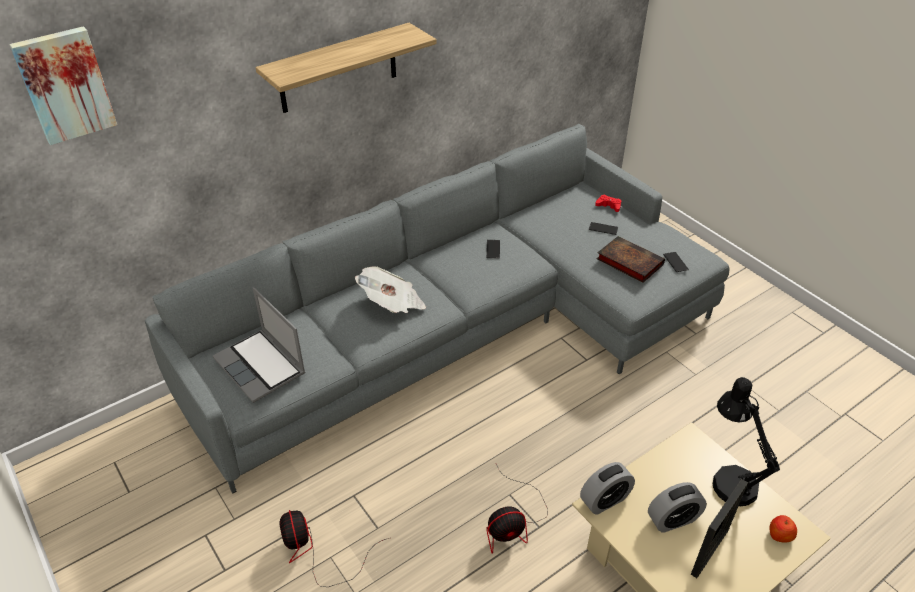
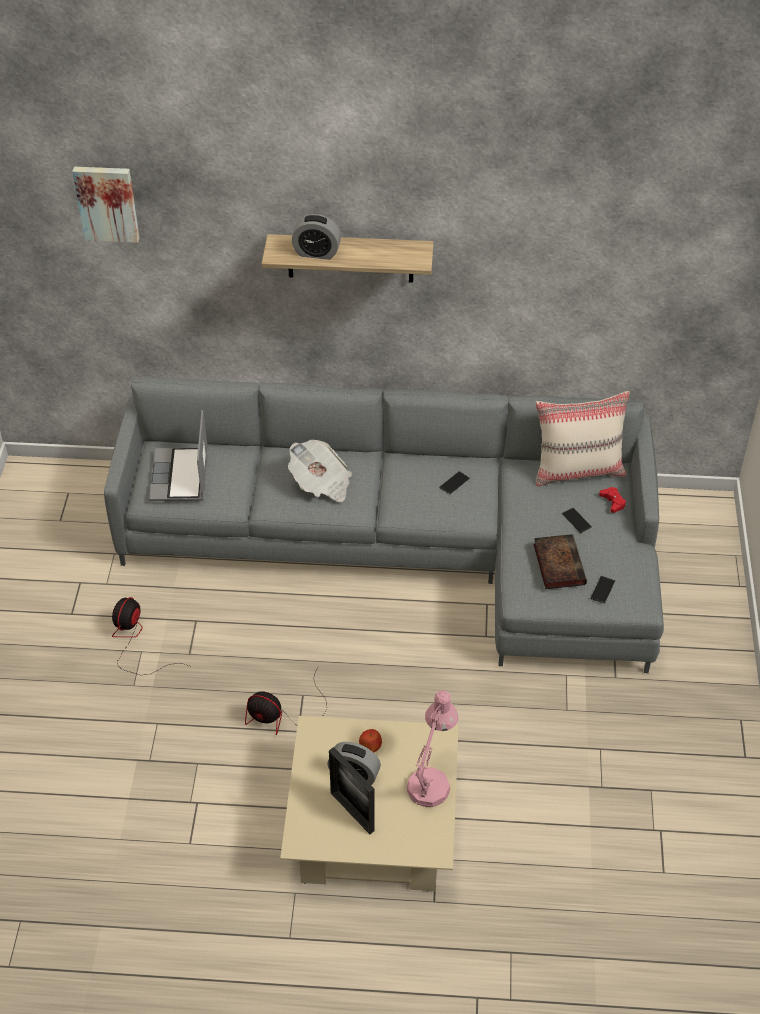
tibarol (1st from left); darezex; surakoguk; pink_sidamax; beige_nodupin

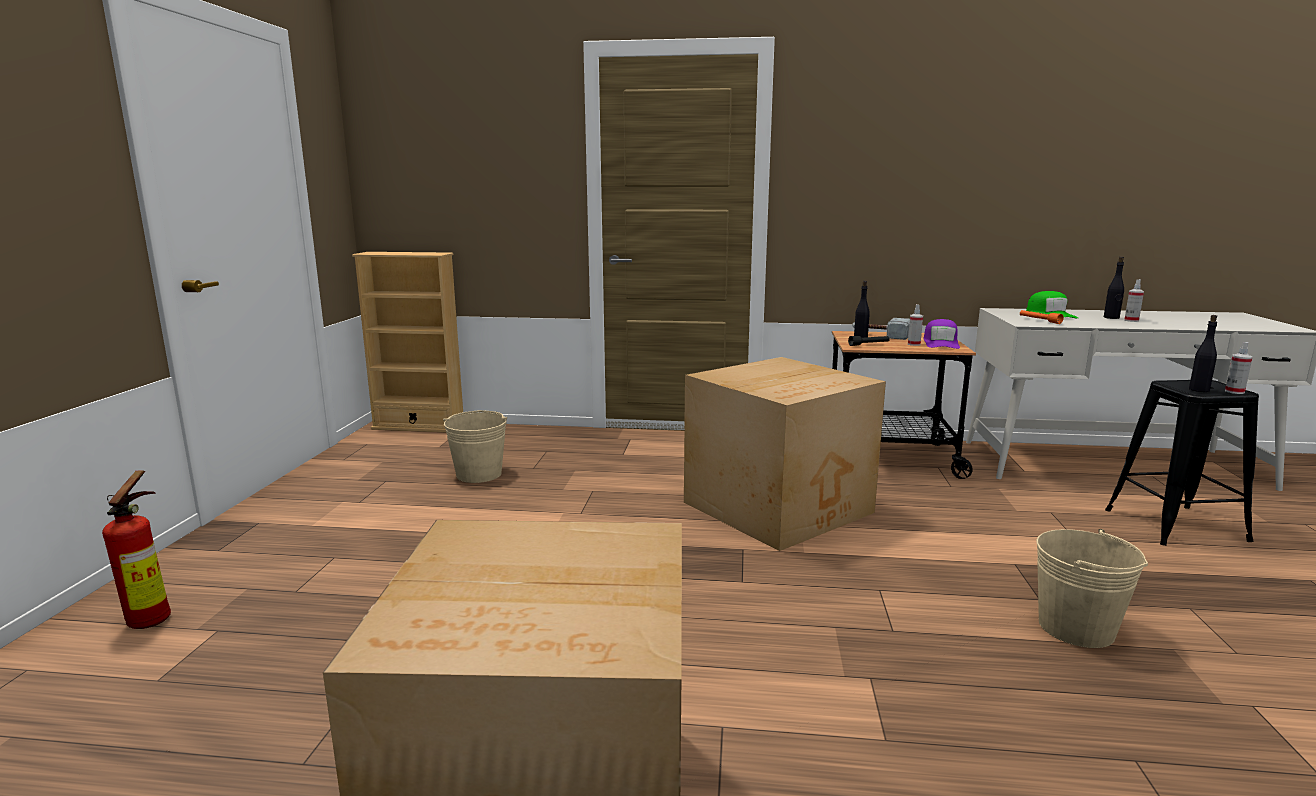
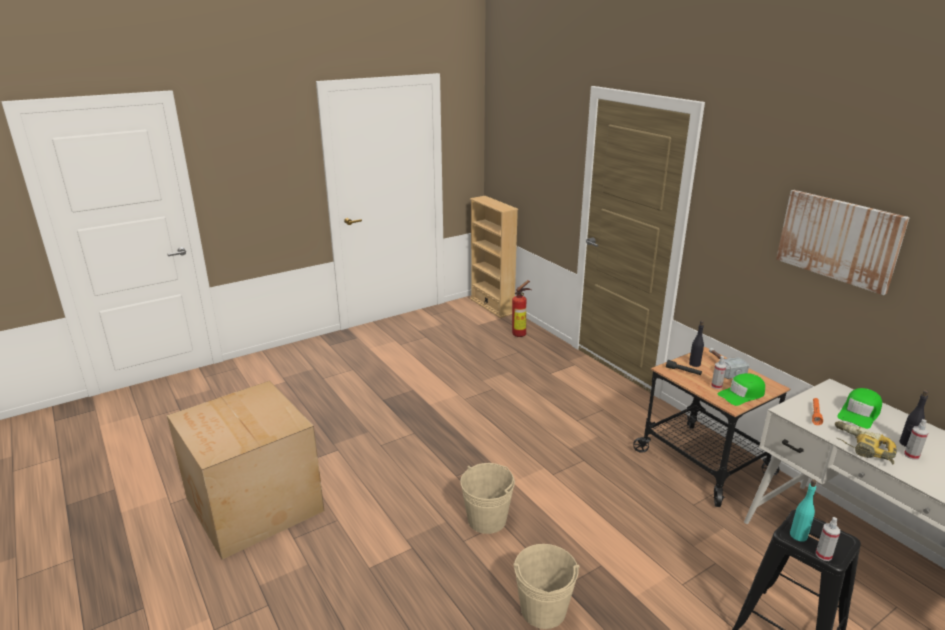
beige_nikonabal (1st from left); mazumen; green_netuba (1st from left); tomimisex; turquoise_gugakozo; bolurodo; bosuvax (2nd from left in the first image)

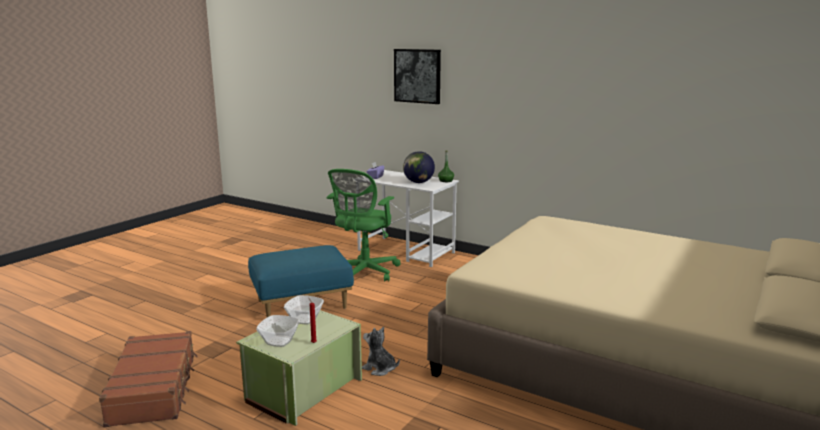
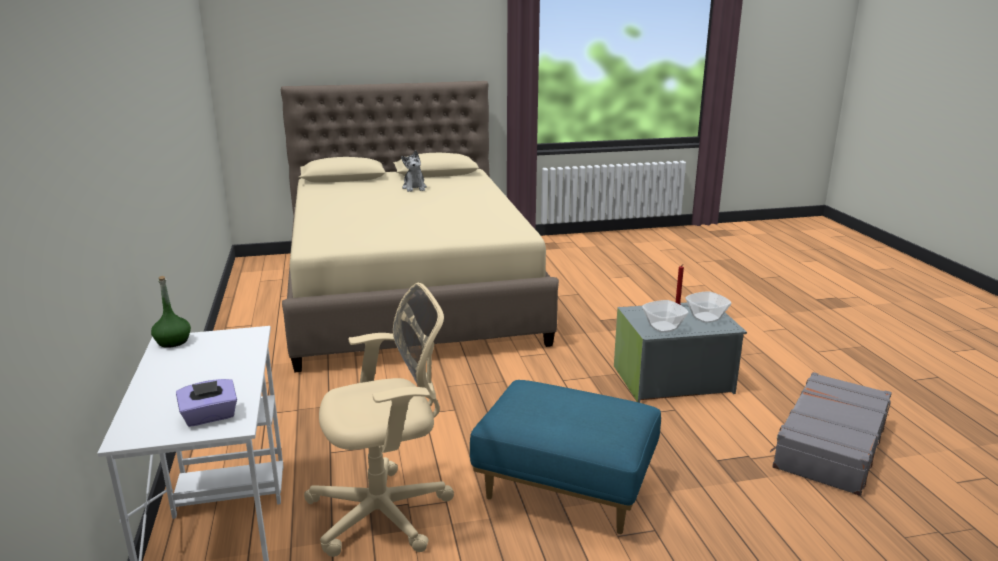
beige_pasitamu; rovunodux; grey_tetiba; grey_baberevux; tomimisex; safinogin

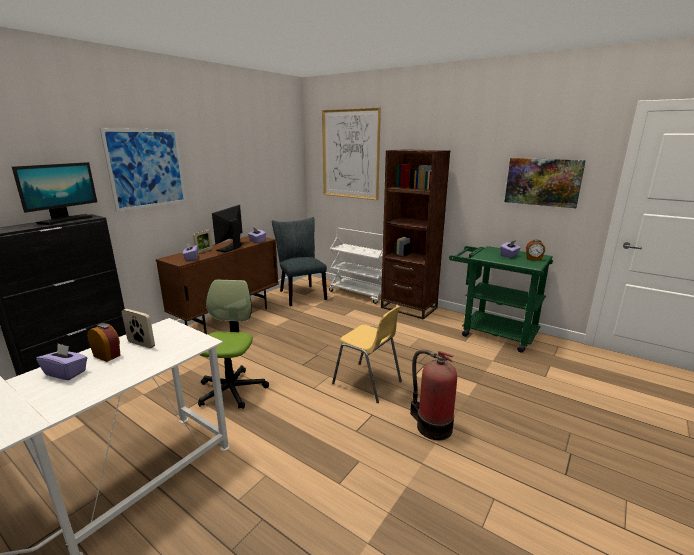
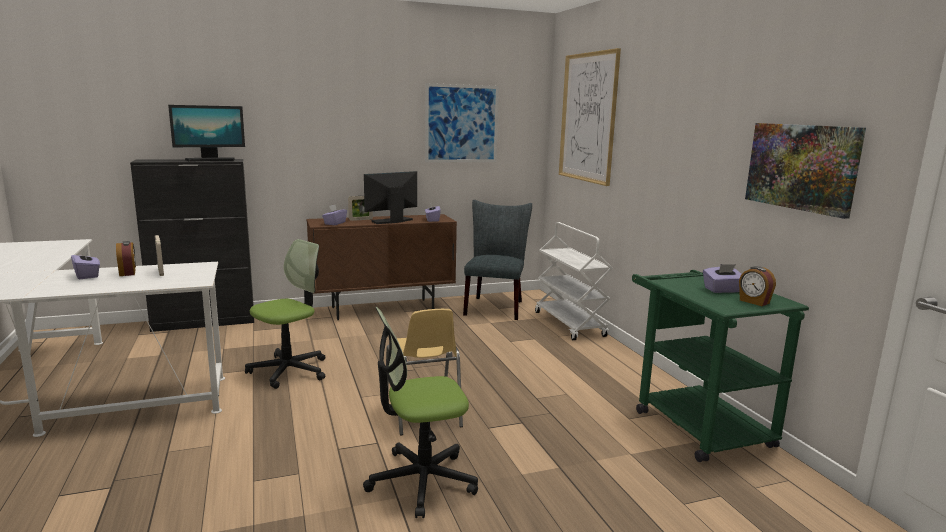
pasitamu (2nd from left); tomimisex (1st from left); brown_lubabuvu

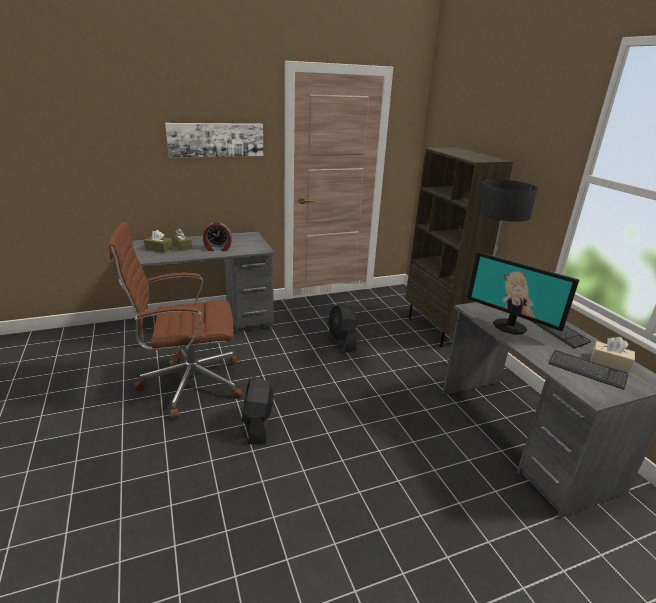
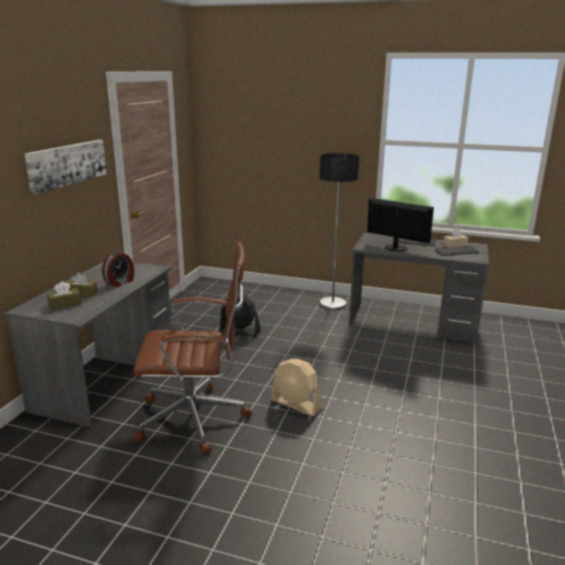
brown_pasitamu; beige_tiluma; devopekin; brown_lubabuvu

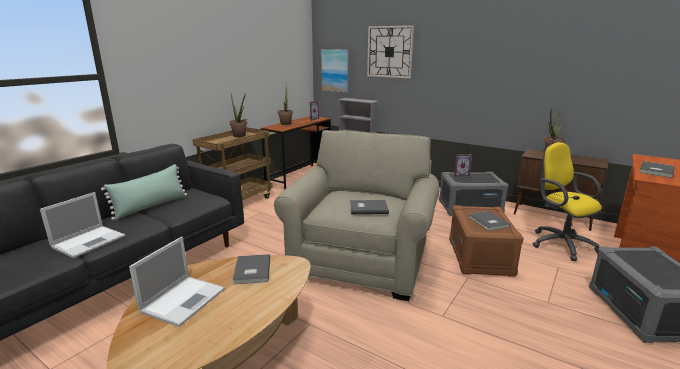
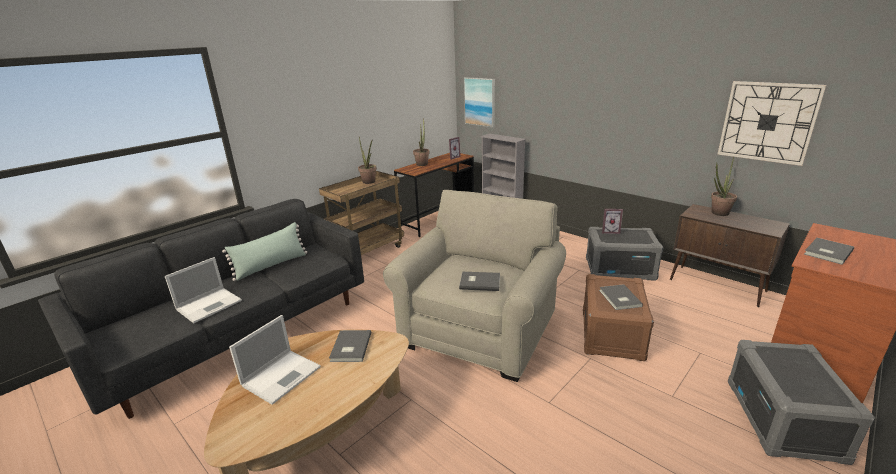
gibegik; yellow_pasitamu

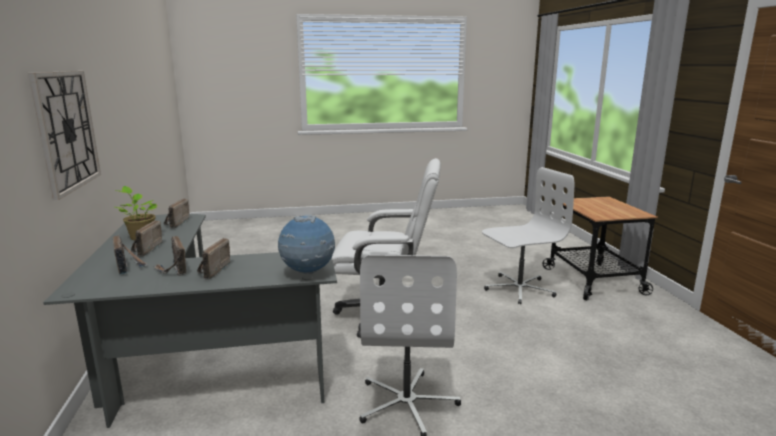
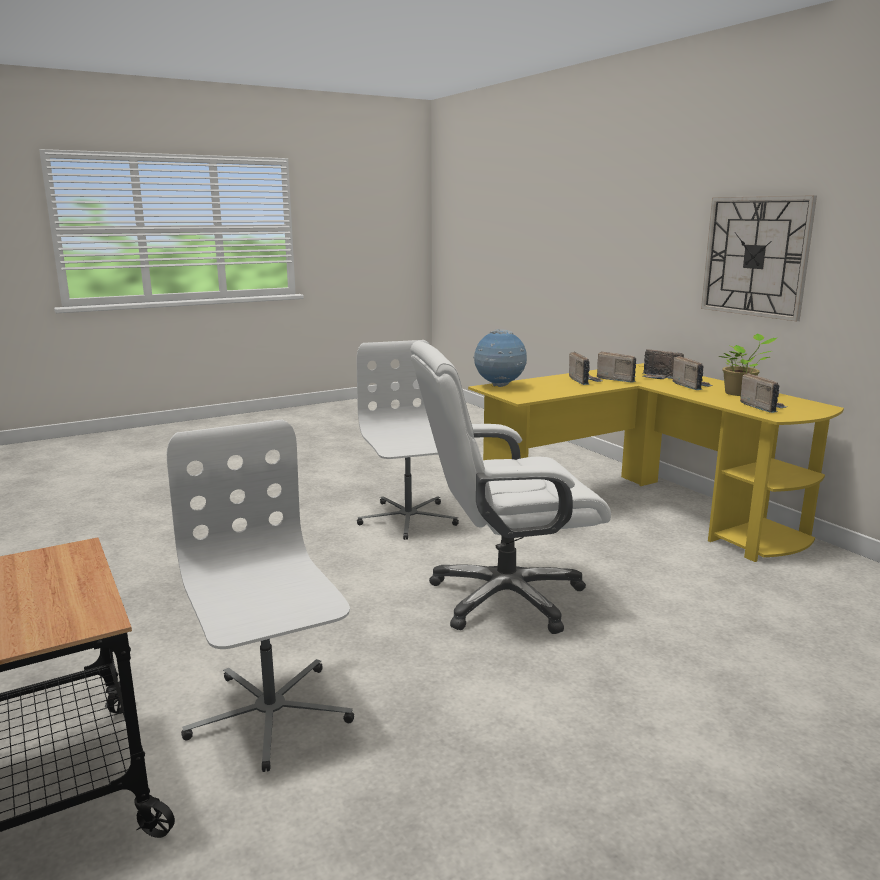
white_pasitamu (1st from left); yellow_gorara

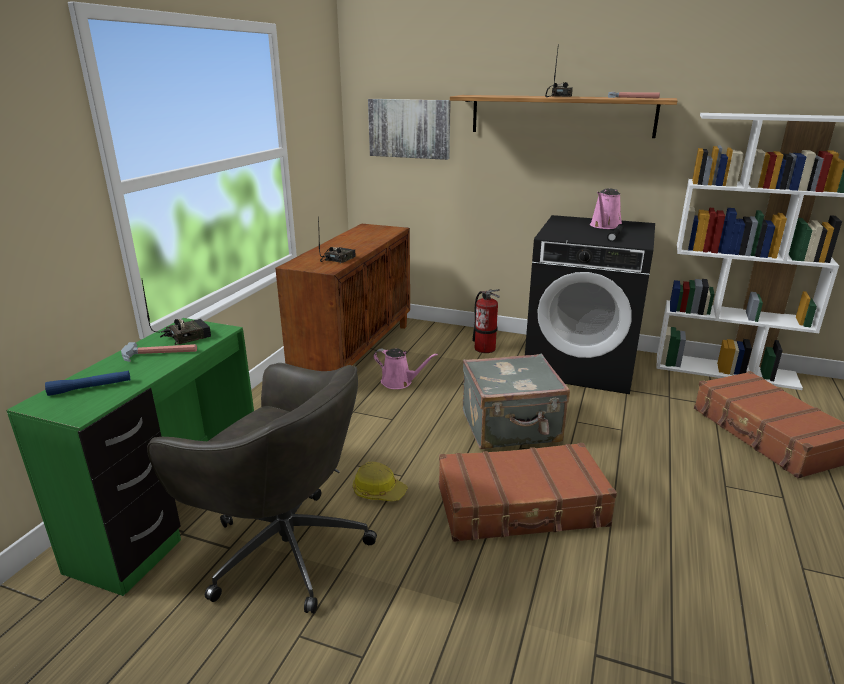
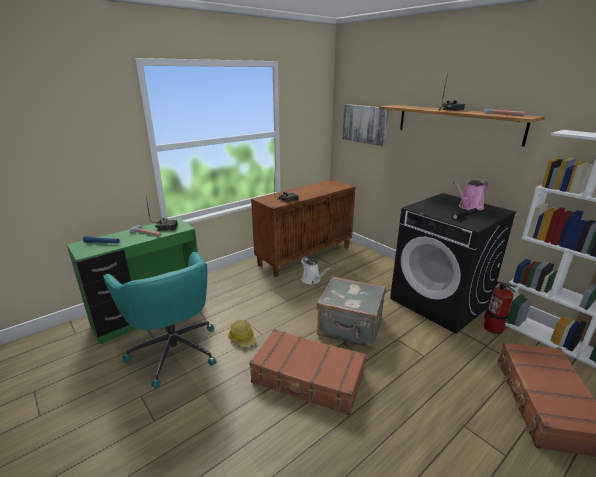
turquoise_pasitamu; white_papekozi; mazumen

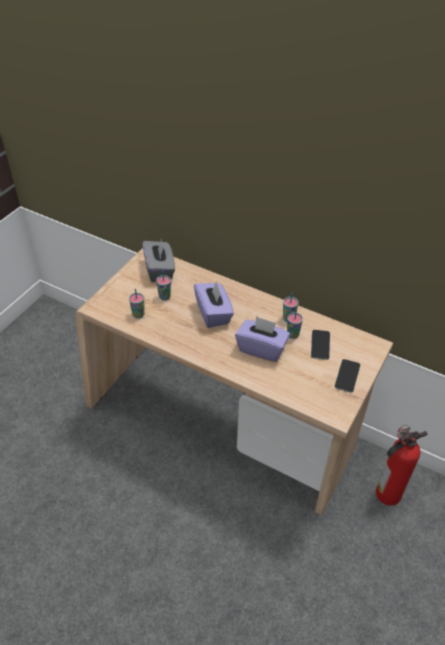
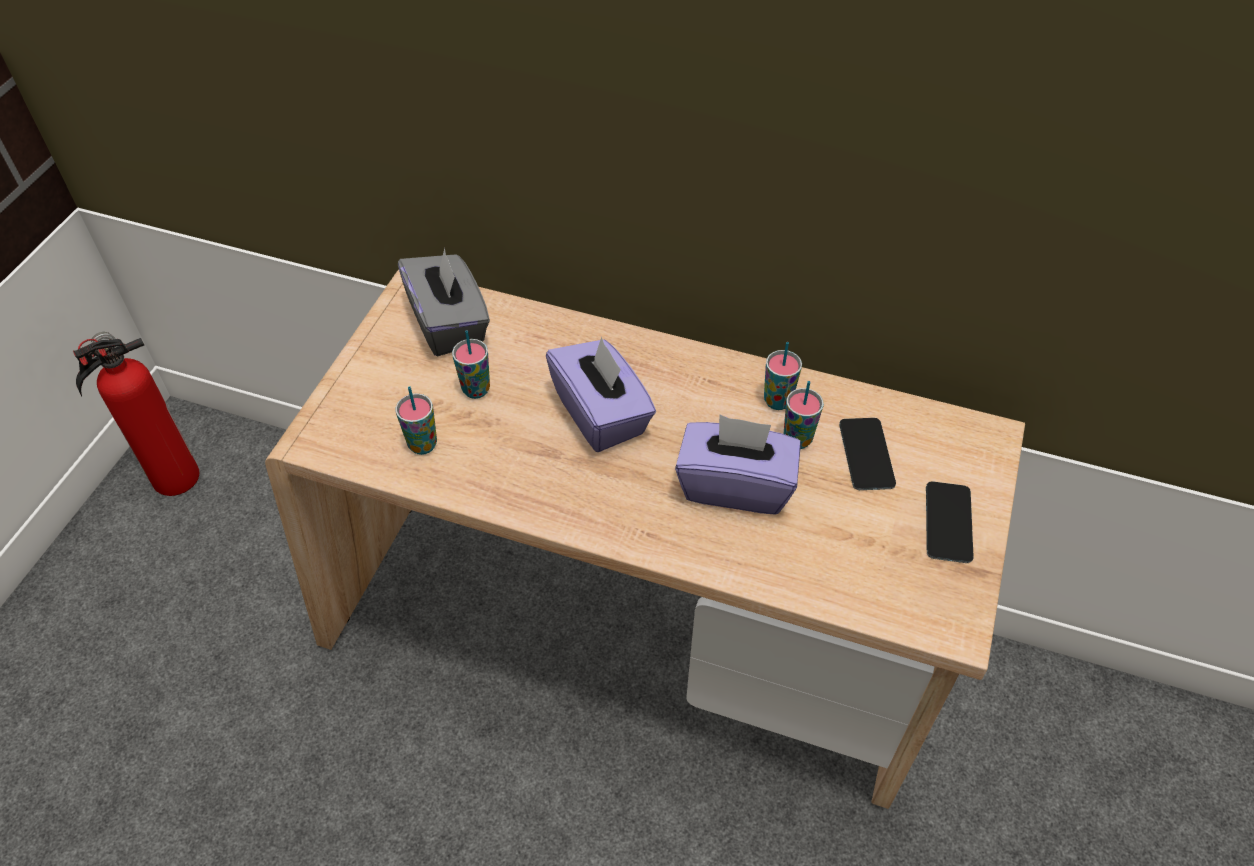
mazumen

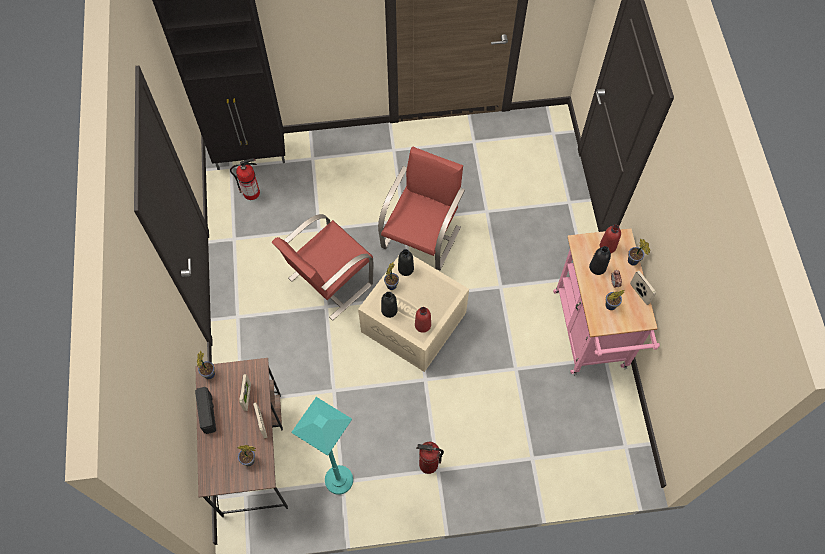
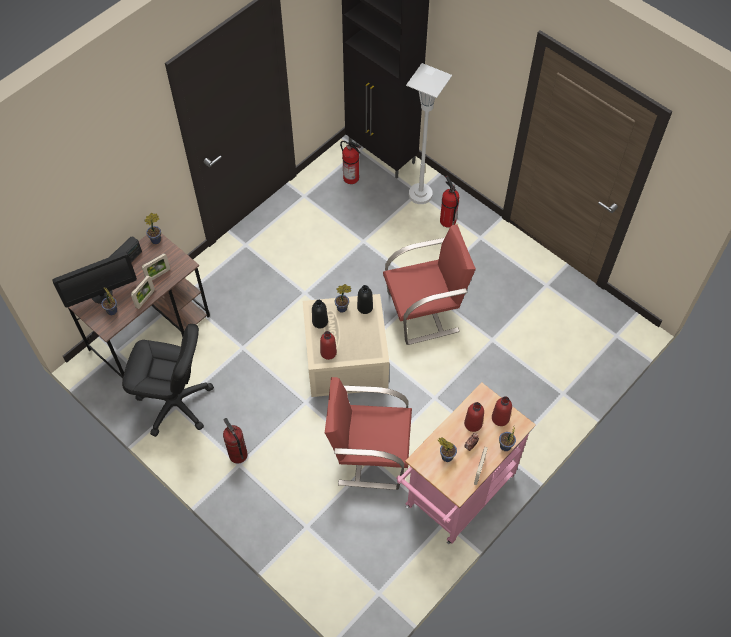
devopekin; black_pasitamu; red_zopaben (1st from left); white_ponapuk; mazumen (3rd from left); red_gugakozo (2nd from left)

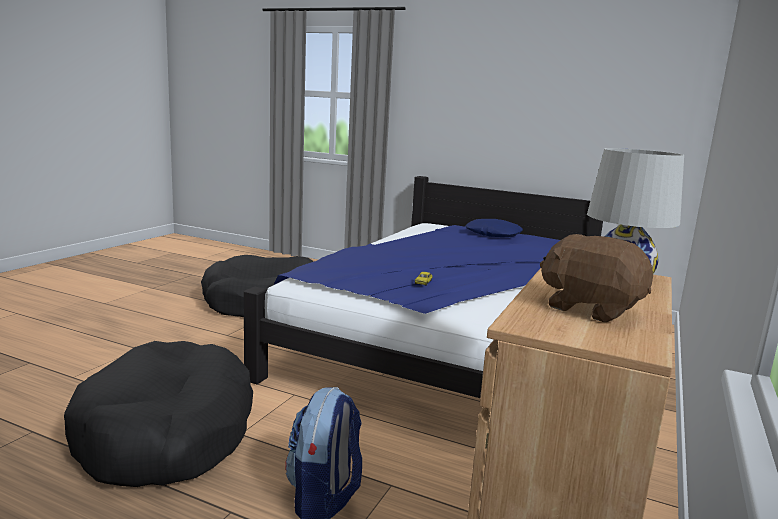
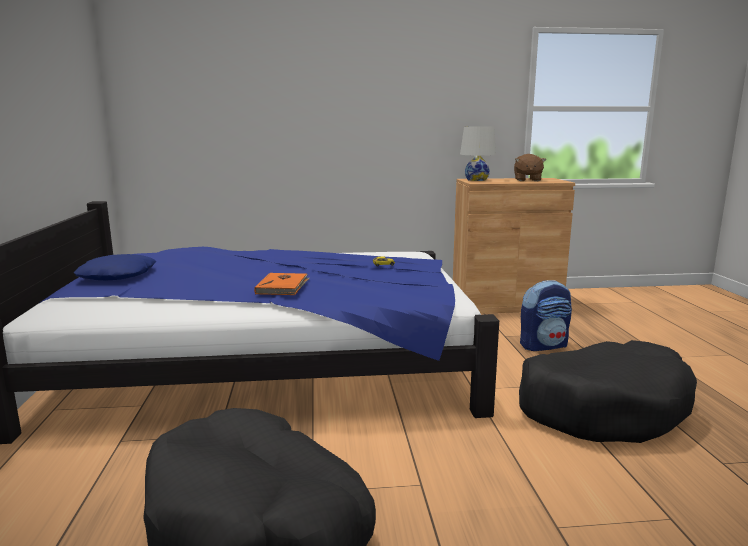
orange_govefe

